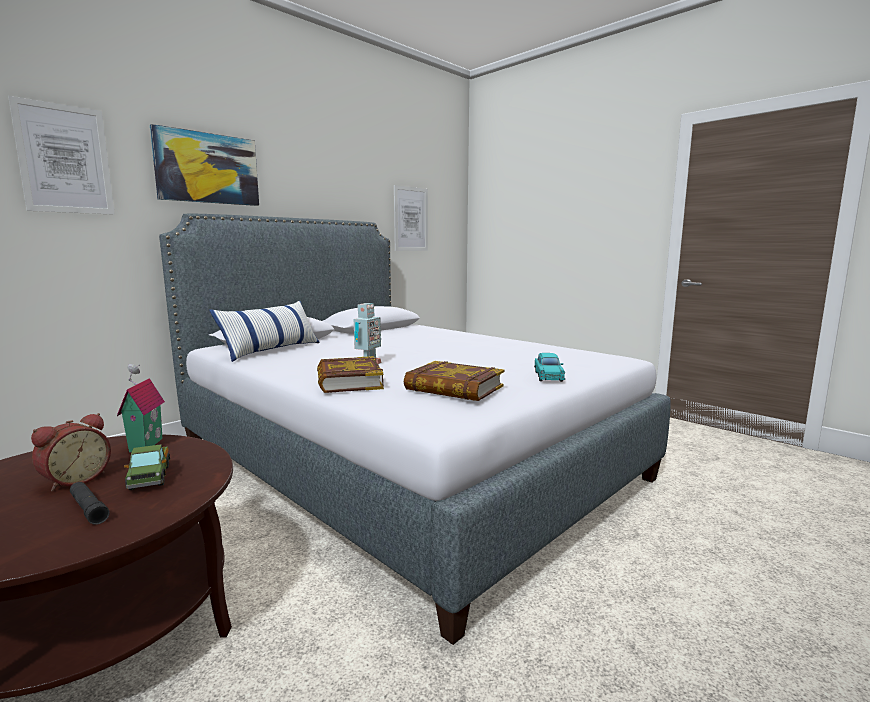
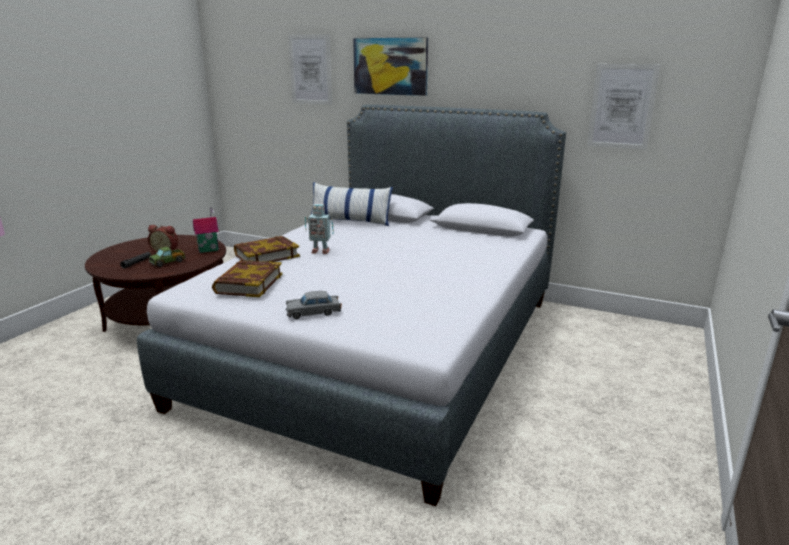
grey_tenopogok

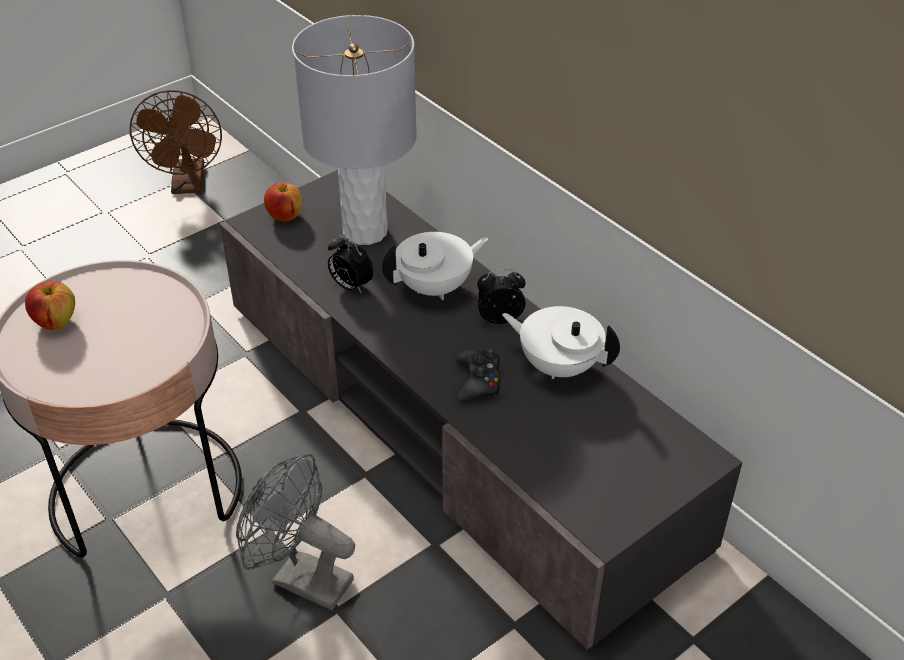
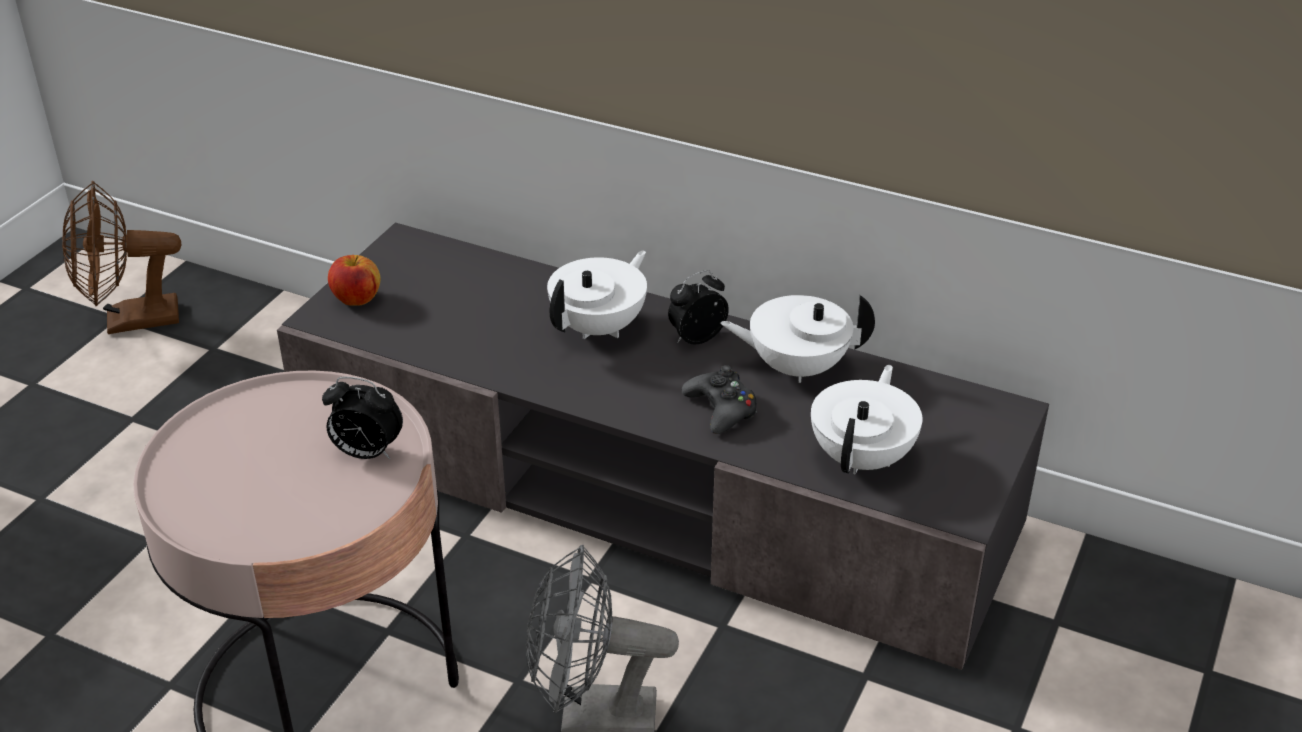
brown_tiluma; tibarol (1st from left); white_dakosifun (3rd from left); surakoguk (1st from left in the first image); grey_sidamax

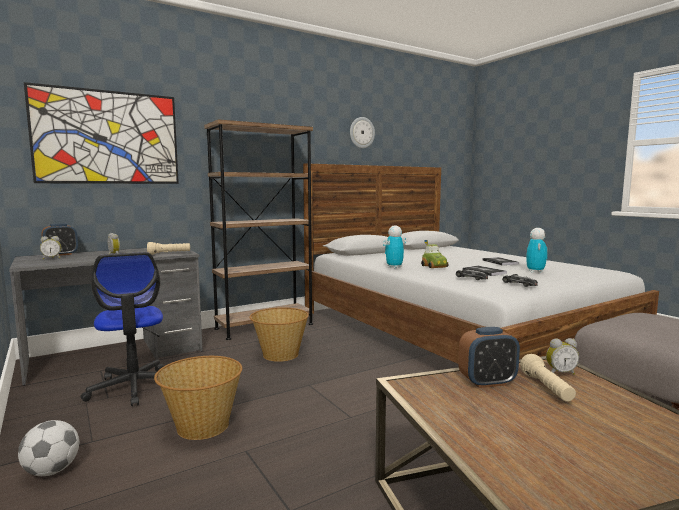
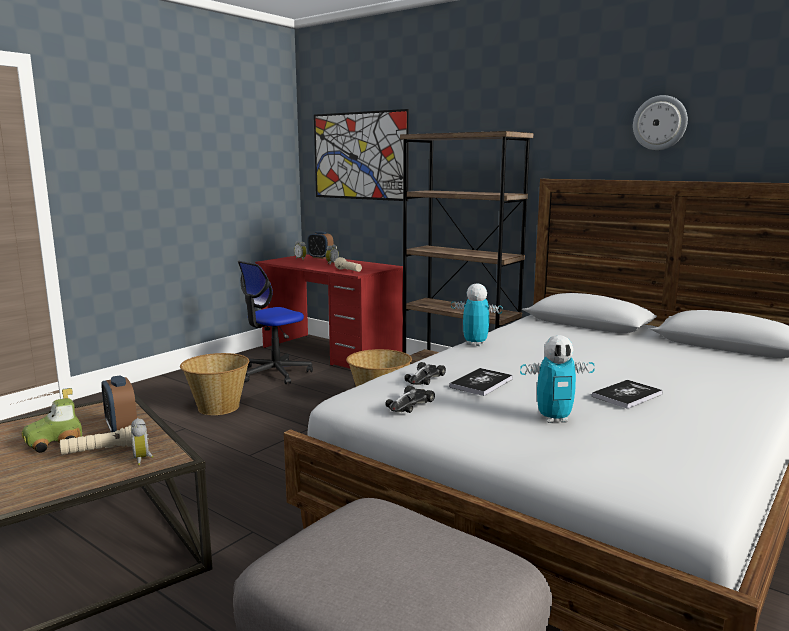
tenopogok (1st from left); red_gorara; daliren

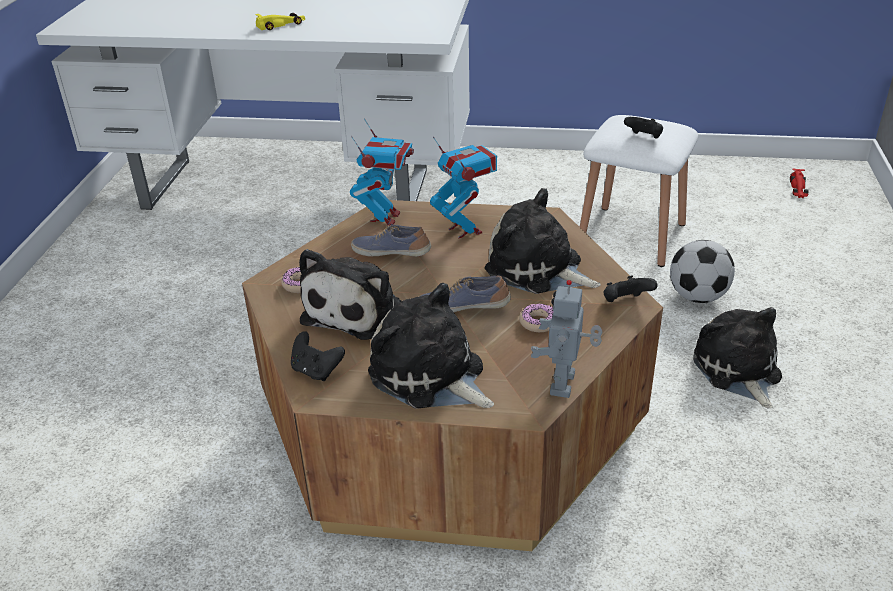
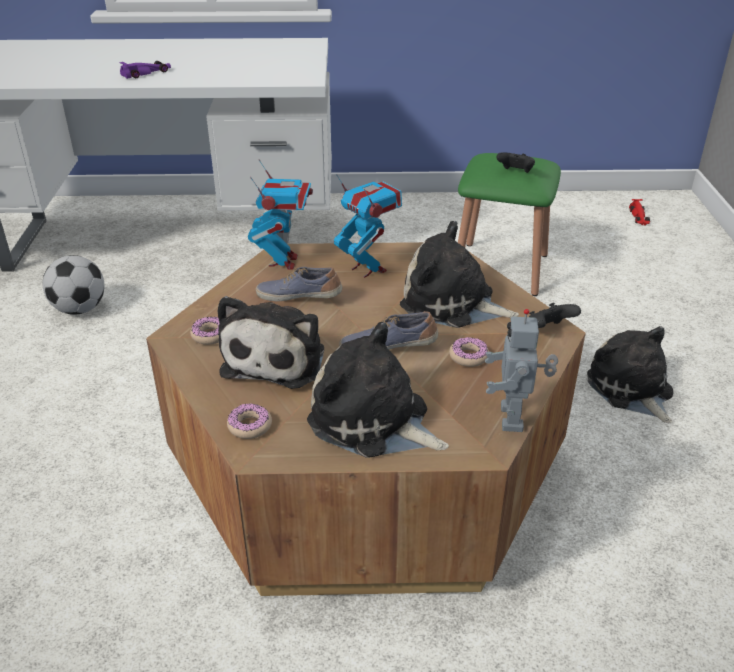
daliren; purple_tenopogok; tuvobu (2nd from left); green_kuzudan

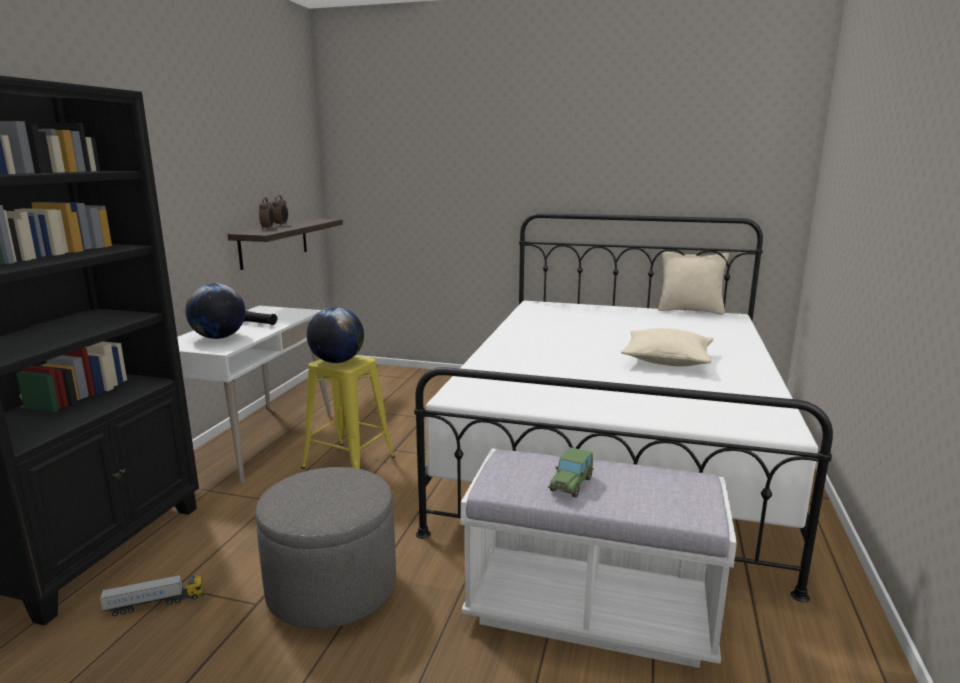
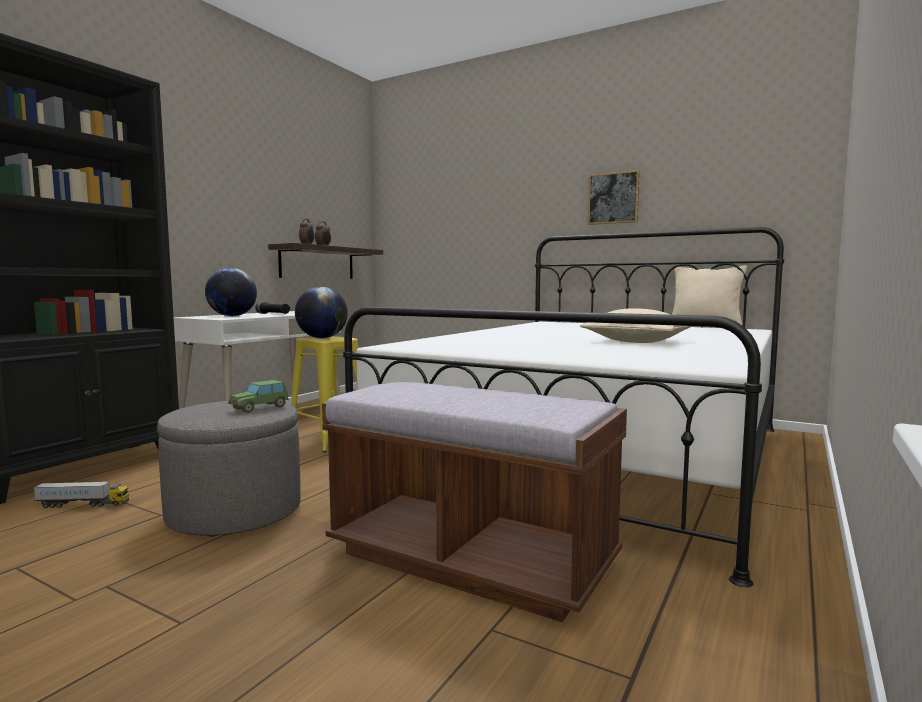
tenopogok; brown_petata; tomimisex

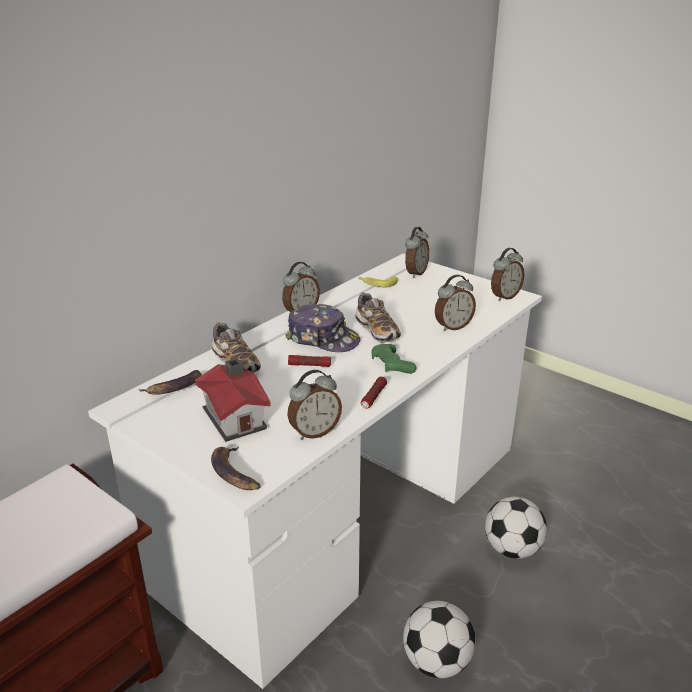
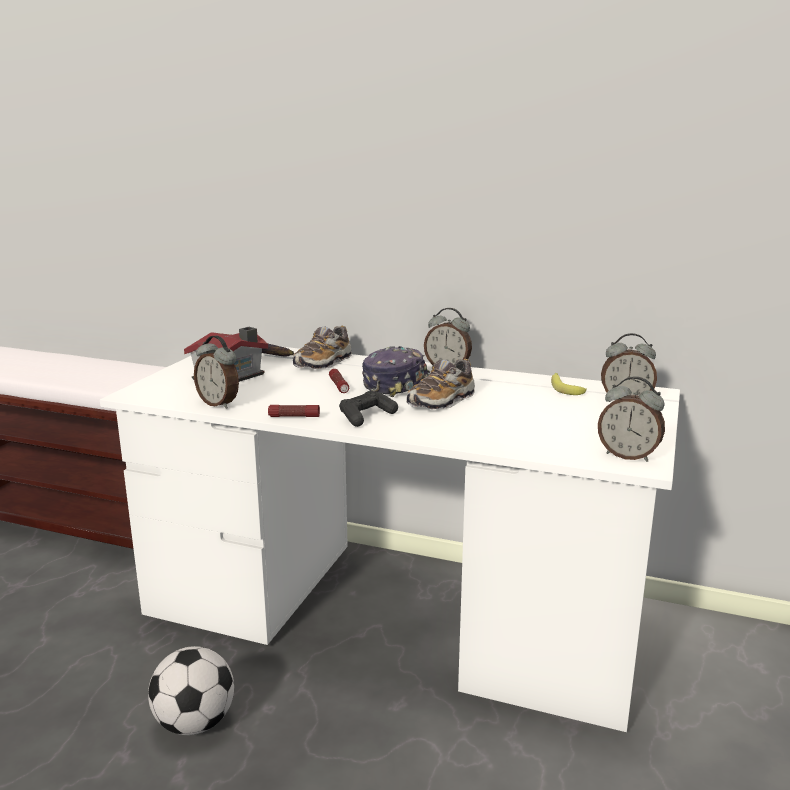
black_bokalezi; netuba; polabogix (2nd from left in the first image); tibarol (4th from left in the first image); daliren (2nd from left in the first image)

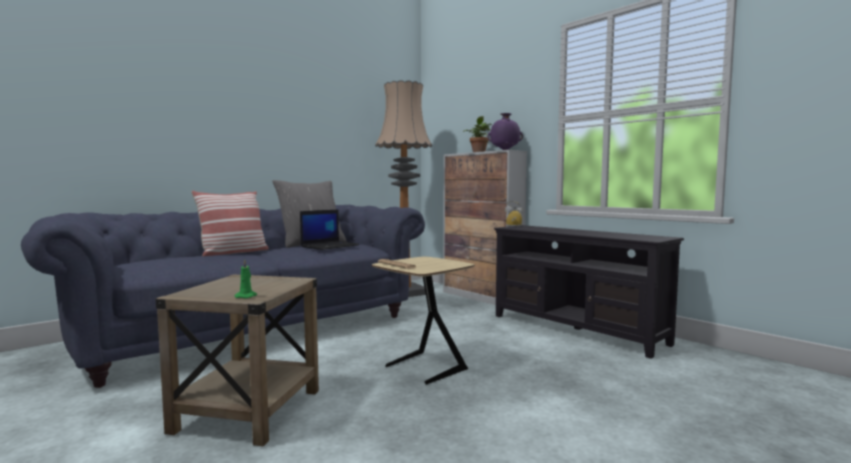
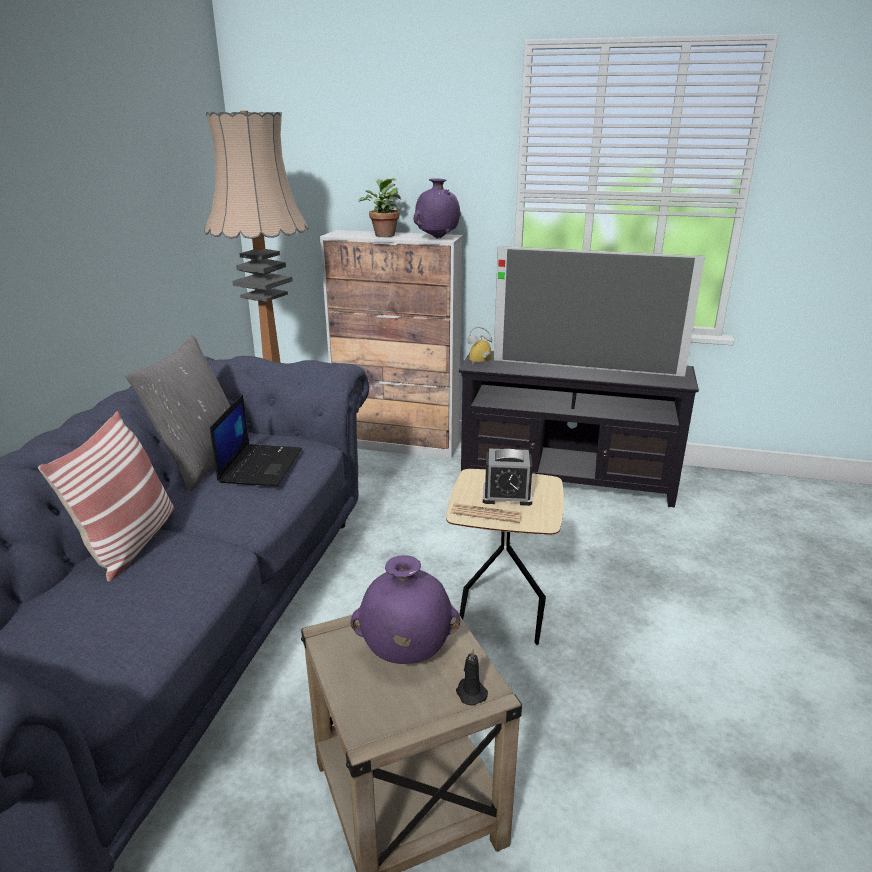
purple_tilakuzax (1st from left); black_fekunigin; tibarol (2nd from left); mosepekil

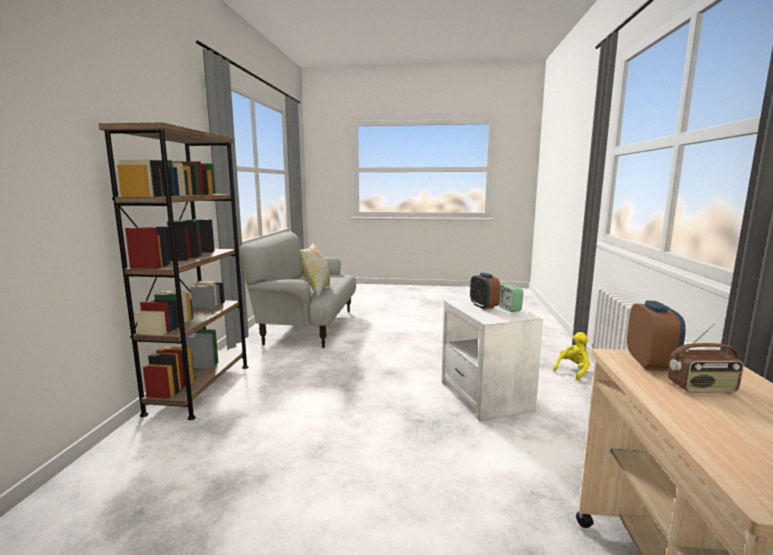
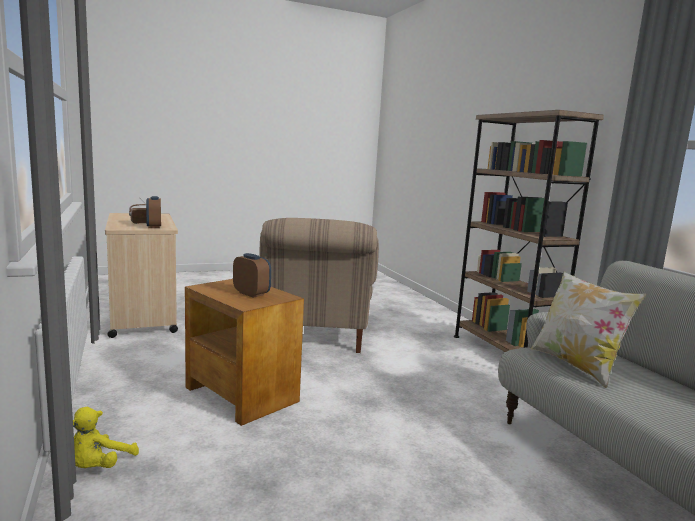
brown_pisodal; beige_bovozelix; tibarol (2nd from left in the first image)

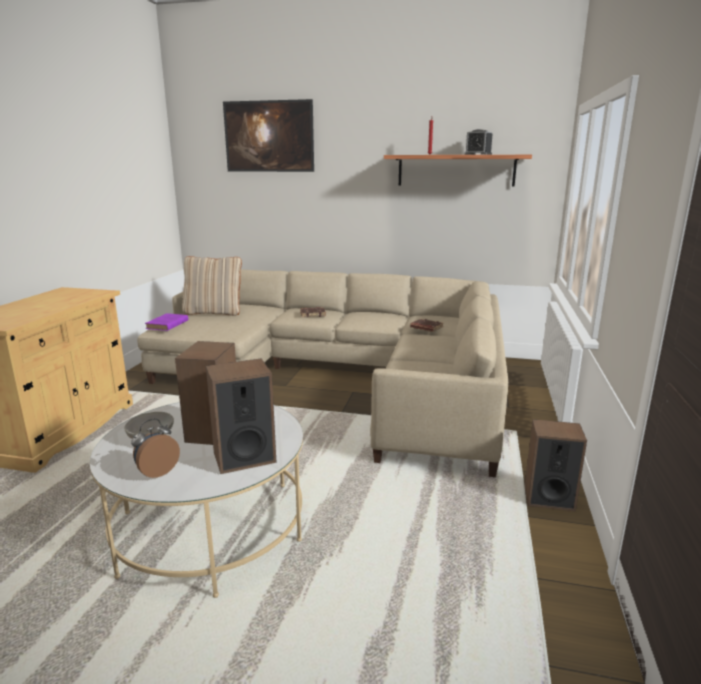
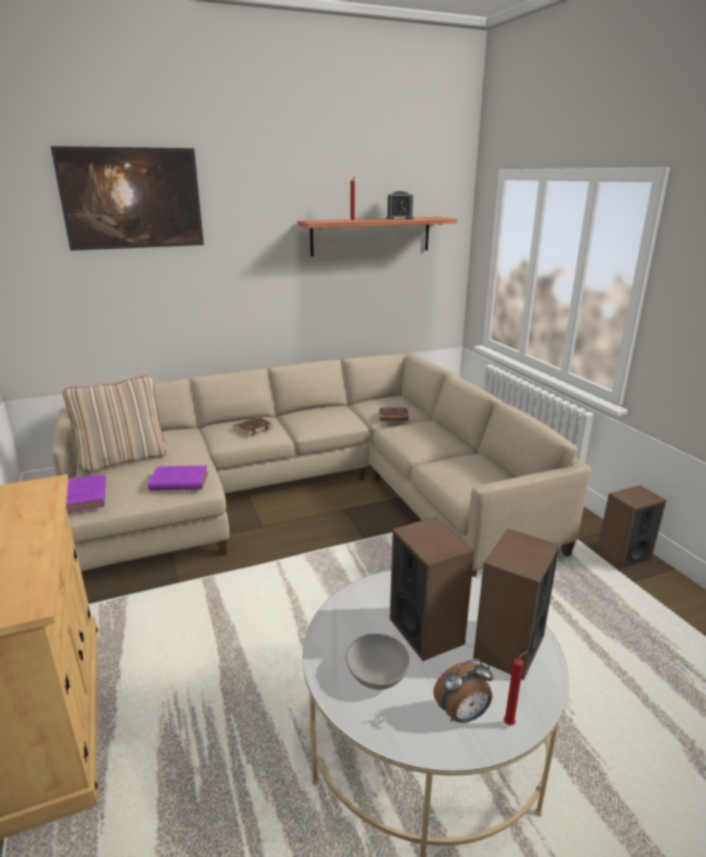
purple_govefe (2nd from left); tibarol (2nd from left); red_fekunigin (2nd from left)

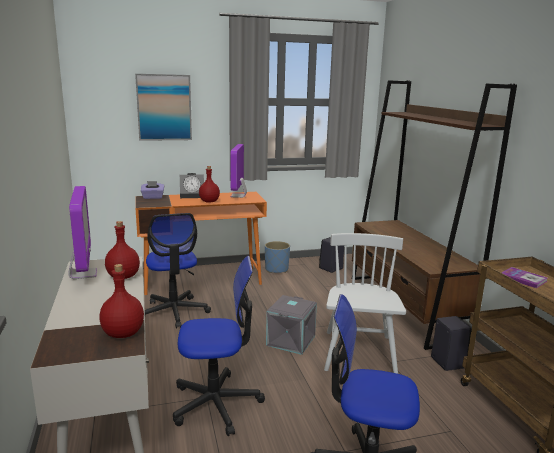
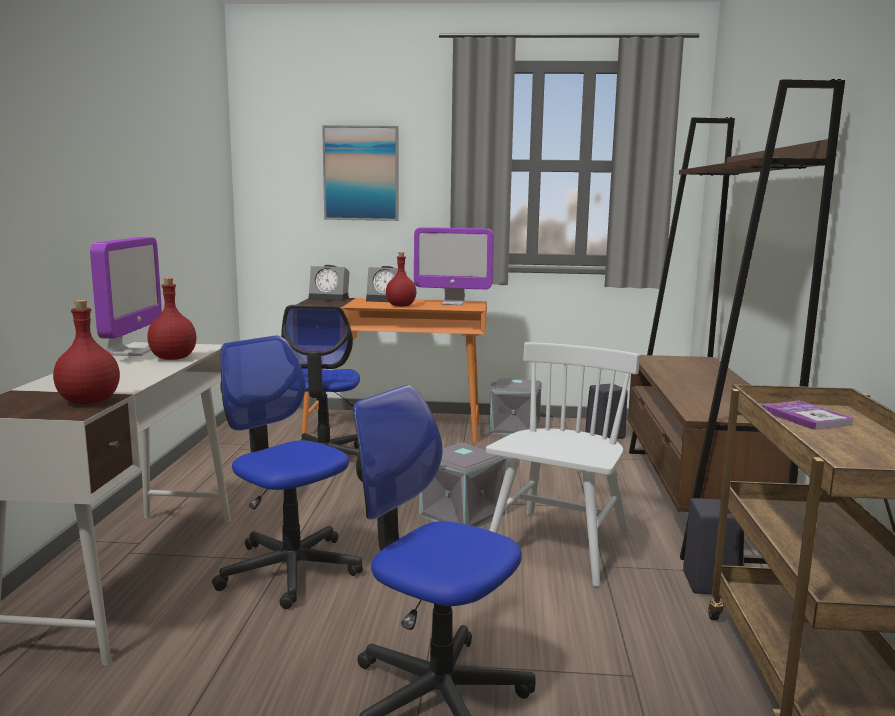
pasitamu (1st from left); tibarol (1st from left); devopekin (2nd from left); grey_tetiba (2nd from left)

